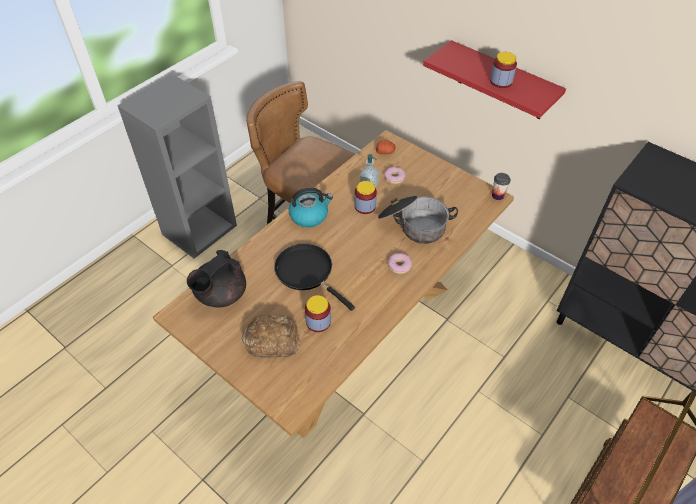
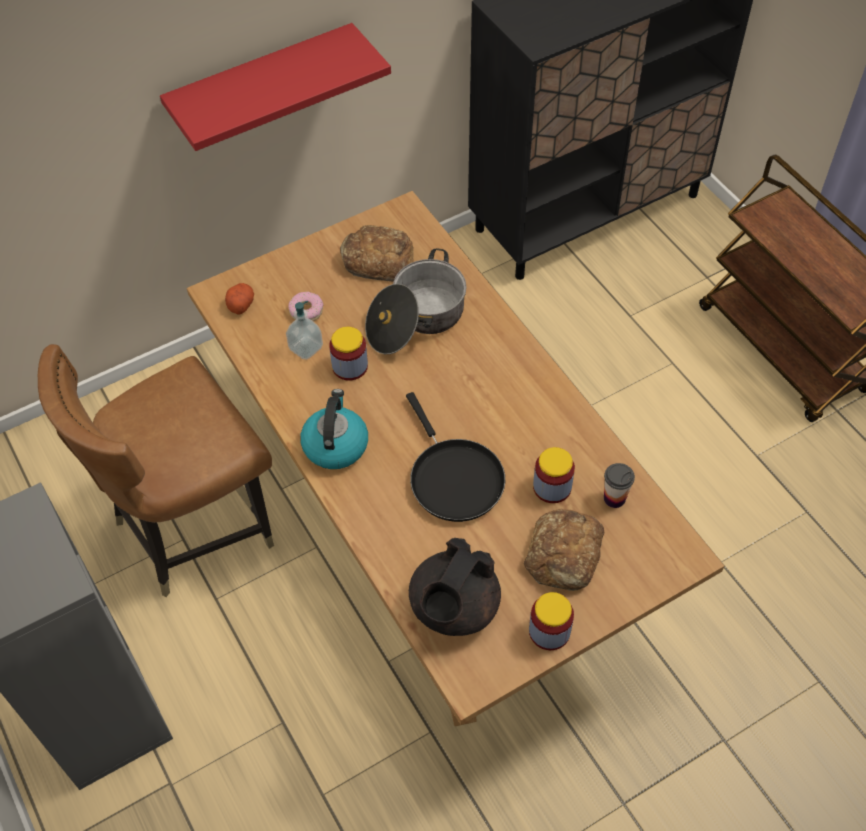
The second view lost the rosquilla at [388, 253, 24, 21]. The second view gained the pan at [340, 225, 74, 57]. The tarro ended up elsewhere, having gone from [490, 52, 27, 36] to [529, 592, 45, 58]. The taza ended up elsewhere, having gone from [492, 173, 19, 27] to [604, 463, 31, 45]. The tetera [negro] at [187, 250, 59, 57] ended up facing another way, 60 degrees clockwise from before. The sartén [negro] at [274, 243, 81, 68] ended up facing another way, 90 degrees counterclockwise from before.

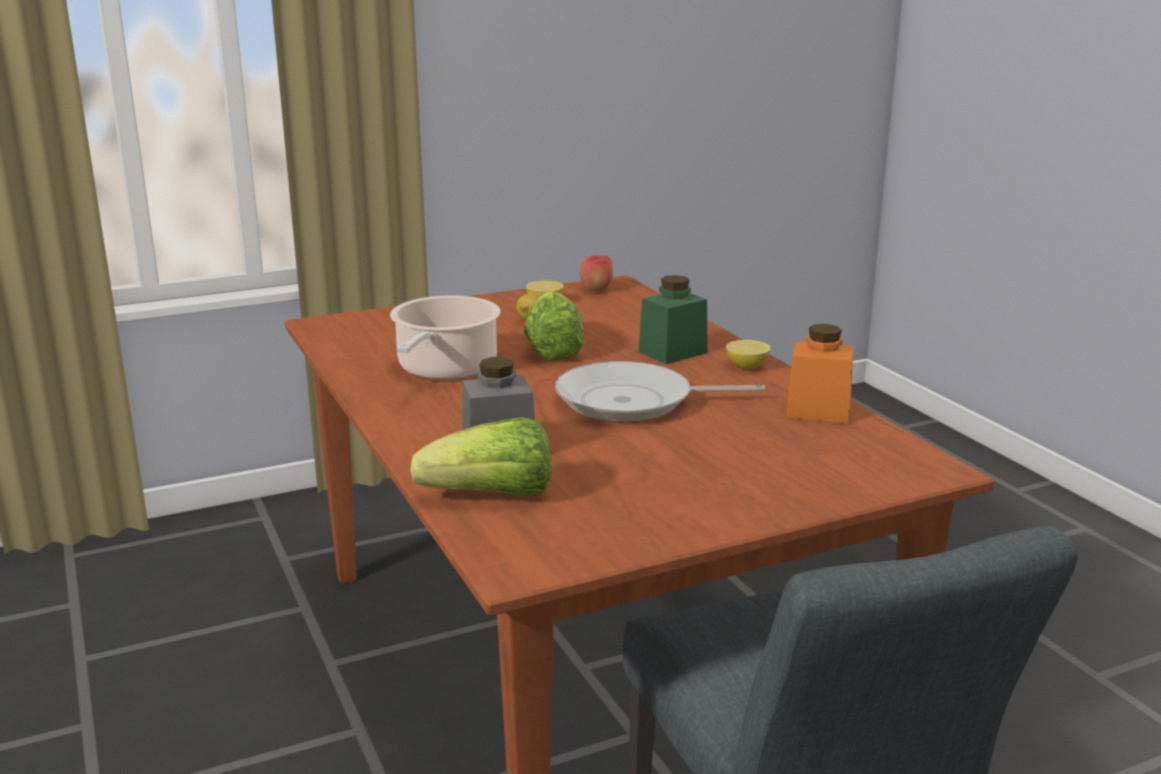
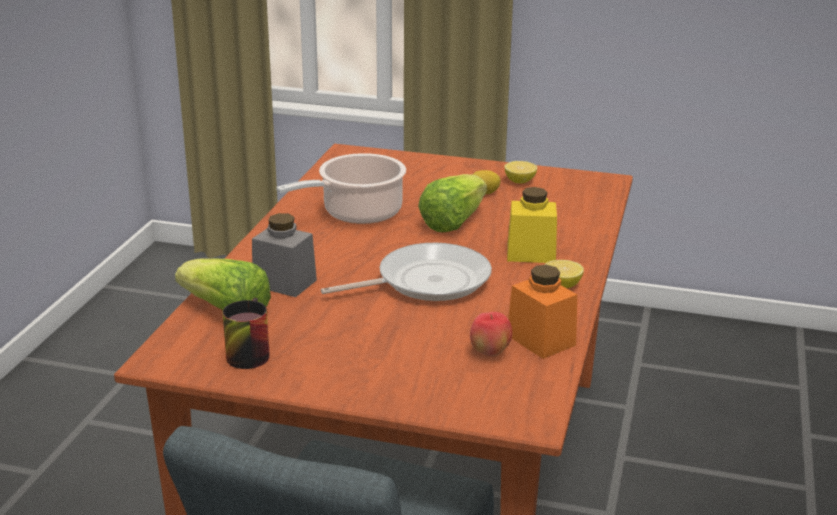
The second view gained the taza grande at [222, 298, 48, 71]. The manzana ended up elsewhere, having gone from [580, 255, 33, 37] to [470, 312, 42, 45]. What was the tarro [verde] at [638, 275, 70, 89] turned into the tarro [amarillo] at [507, 187, 50, 76]. The sartén at [555, 361, 210, 61] ended up facing another way, 120 degrees clockwise from before.

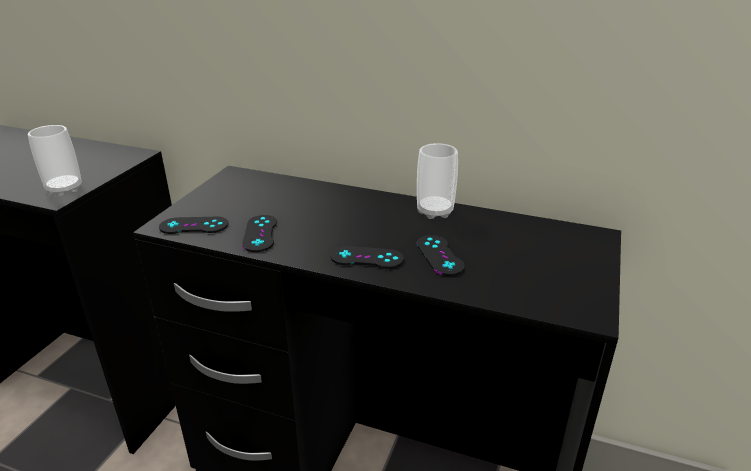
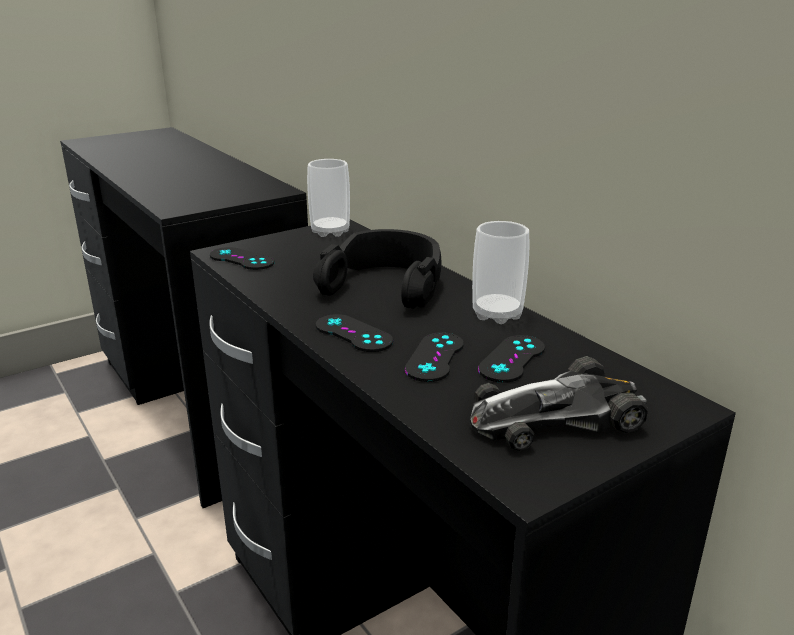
The second view gained the auriculares [negro] at [313, 229, 128, 80]. The second view gained the coche de juguete at [470, 356, 178, 95]. The taza ended up elsewhere, having gone from [28, 125, 54, 71] to [307, 159, 43, 78]. The mando de consola [negro] ended up elsewhere, having gone from [242, 215, 35, 37] to [478, 335, 67, 48].

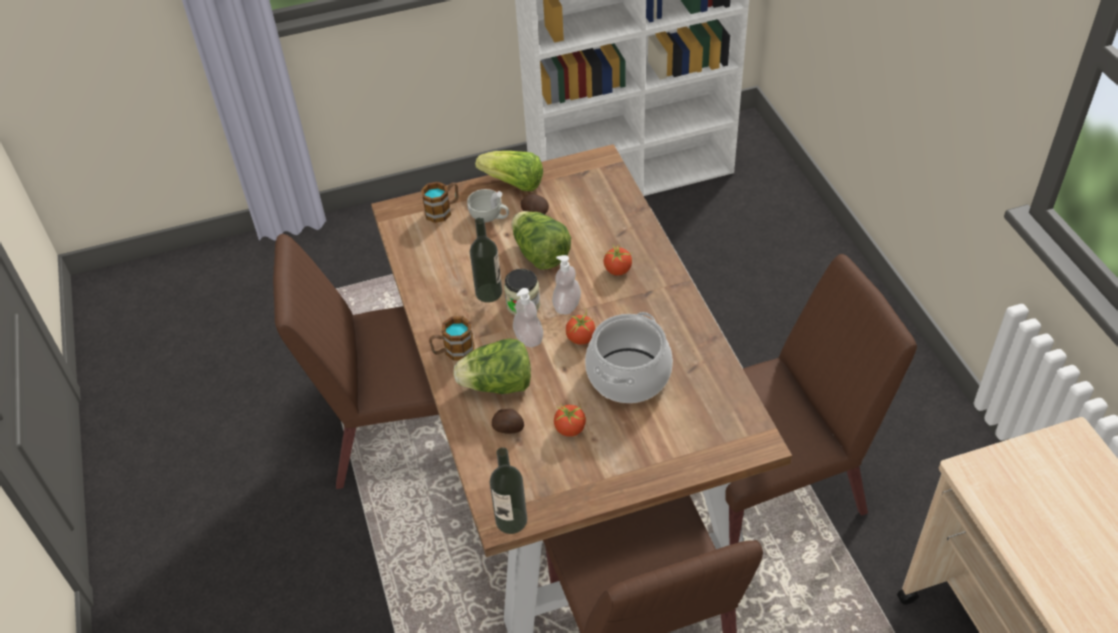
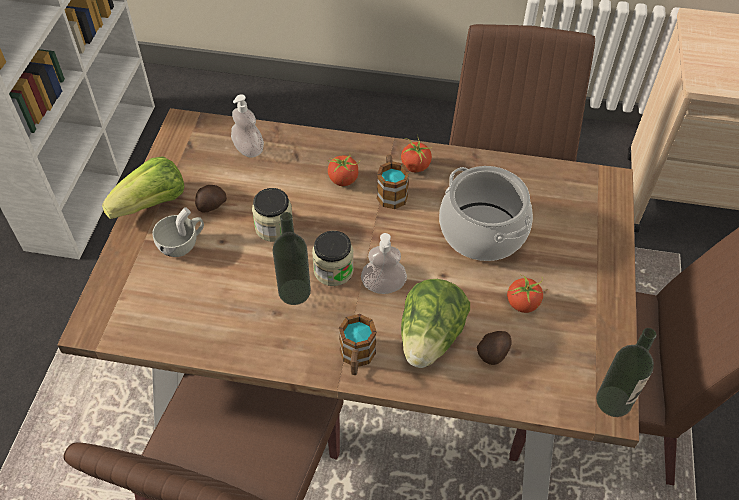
The taza grande ended up elsewhere, having gone from [421, 182, 38, 41] to [377, 155, 33, 54]. The dispensador de jabón ended up elsewhere, having gone from [552, 255, 29, 60] to [231, 94, 33, 64]. The tomate ended up elsewhere, having gone from [566, 308, 29, 37] to [401, 136, 31, 37]. Where the lechuga stood at [512, 211, 59, 59], the tarro came to stand at [252, 188, 41, 54].

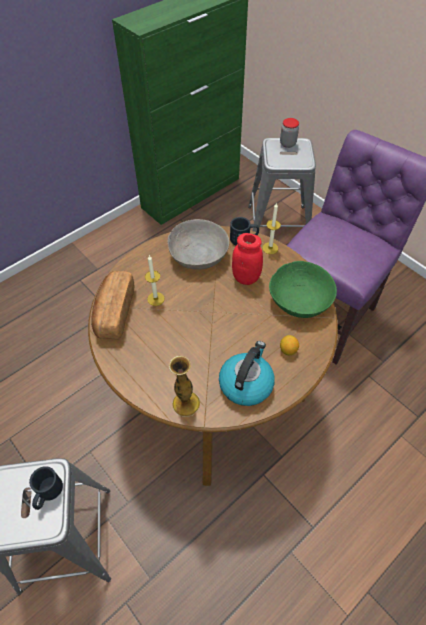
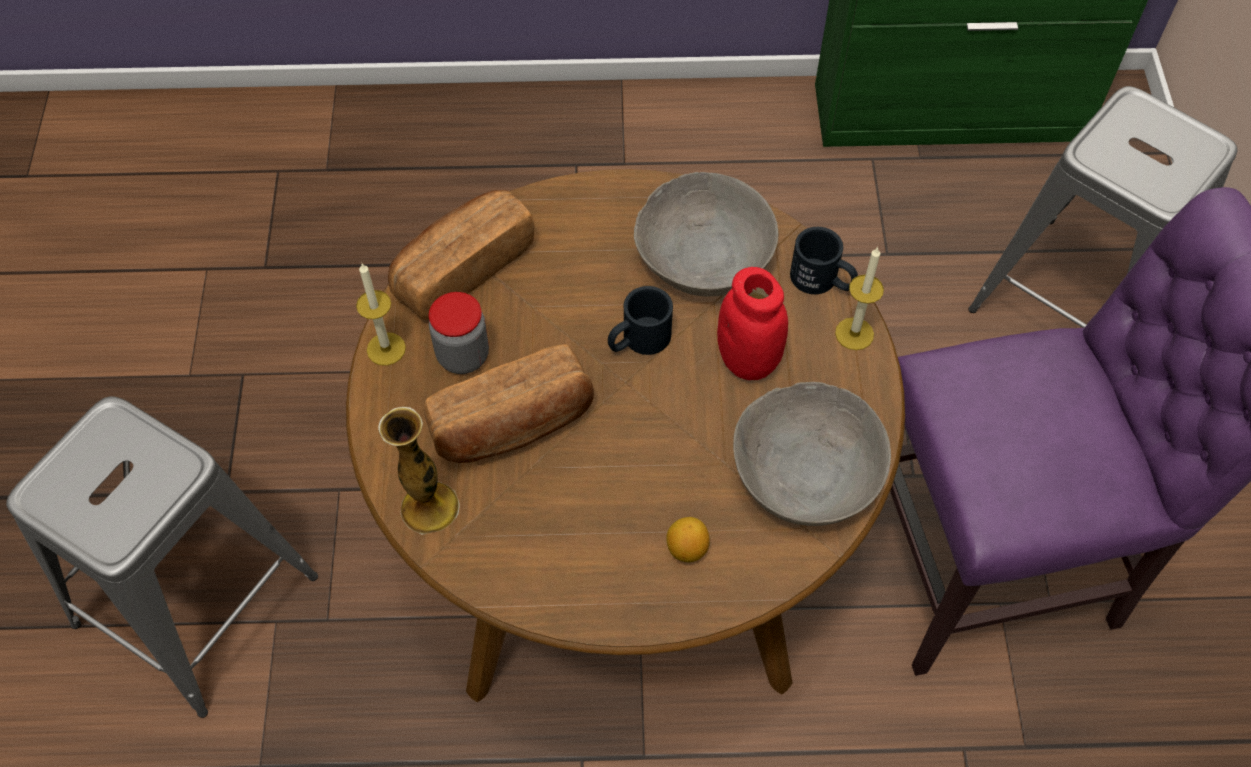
The second view lost the hervidor at [219, 341, 56, 65]. The second view gained the pan at [424, 344, 170, 119]. The taza grande [negro] ended up elsewhere, having gone from [29, 466, 34, 44] to [608, 286, 65, 69]. The vela ended up elsewhere, having gone from [145, 256, 20, 50] to [356, 264, 50, 102]. The tarro ended up elsewhere, having gone from [280, 118, 19, 30] to [429, 292, 60, 82]. What was the cuenco [verde] at [269, 261, 68, 57] turned into the cuenco [gris] at [733, 382, 158, 144].

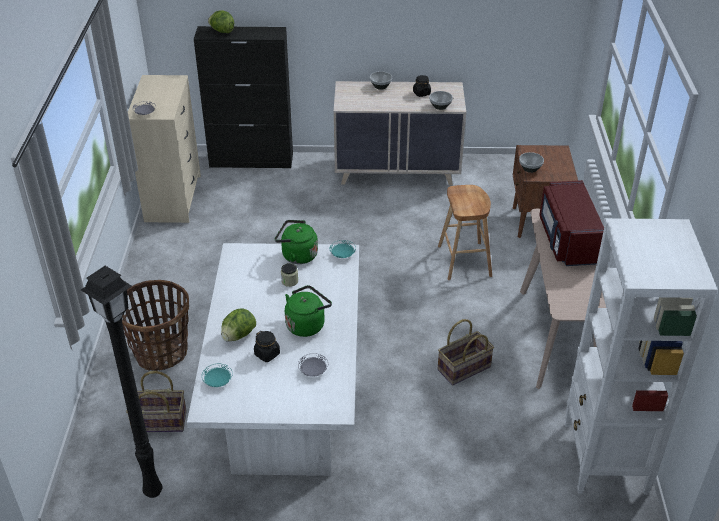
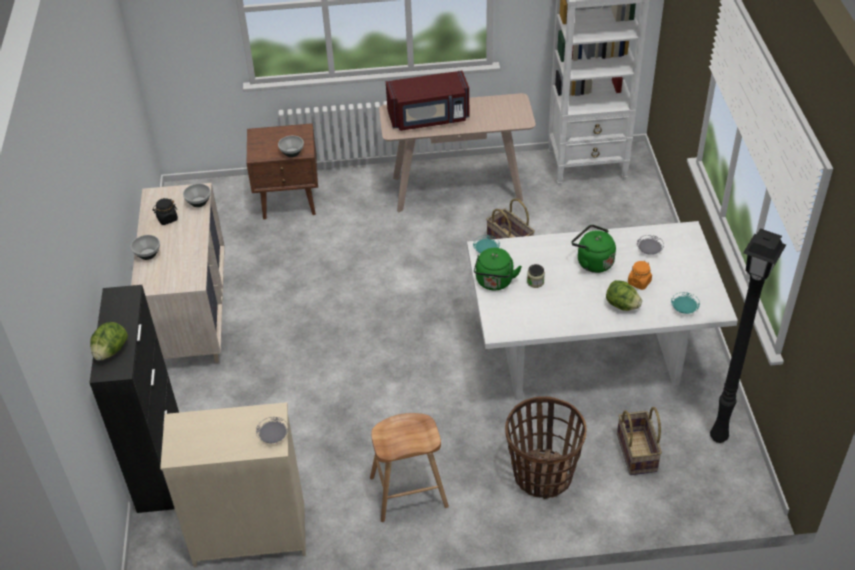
The taburete [marrón] ended up elsewhere, having gone from [438, 185, 54, 95] to [370, 413, 79, 109]. What was the tarro [negro] at [254, 331, 26, 31] turned into the tarro [naranja] at [628, 261, 24, 29].

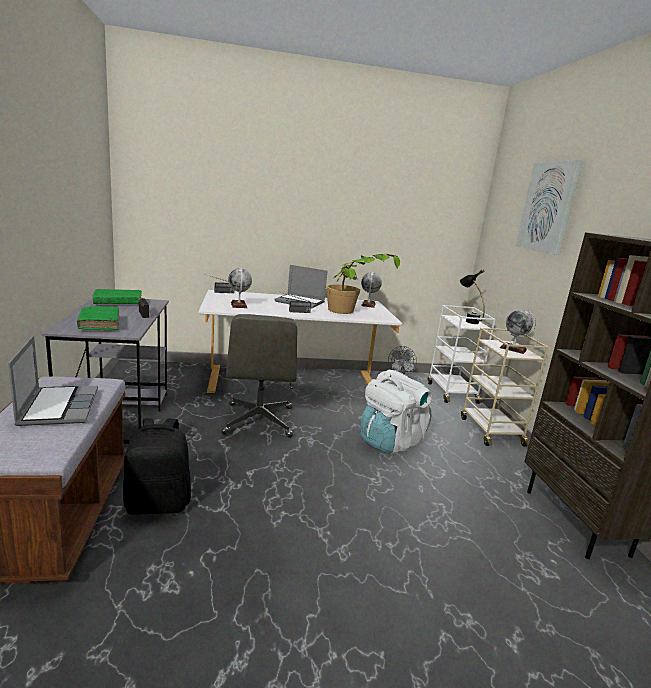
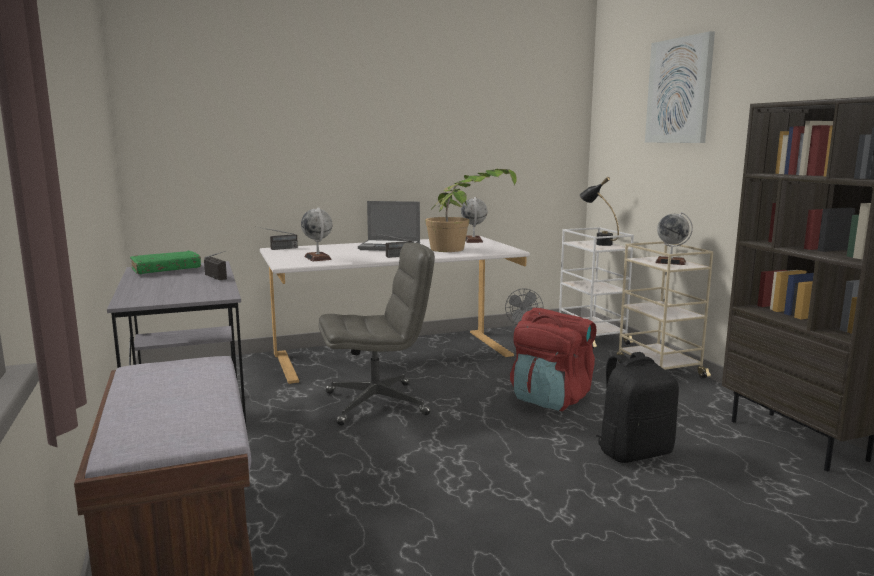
The second view lost the portátil at [8, 336, 90, 90]. The second view lost the libro [verde] at [77, 306, 42, 24]. The mochila [negro] ended up elsewhere, having gone from [123, 418, 68, 97] to [596, 352, 83, 111]. What was the mochila [blanco] at [360, 370, 72, 85] turned into the mochila [rojo] at [510, 308, 86, 103]. The silla de oficina [gris] at [221, 314, 76, 124] ended up facing another way, 90 degrees counterclockwise from before.

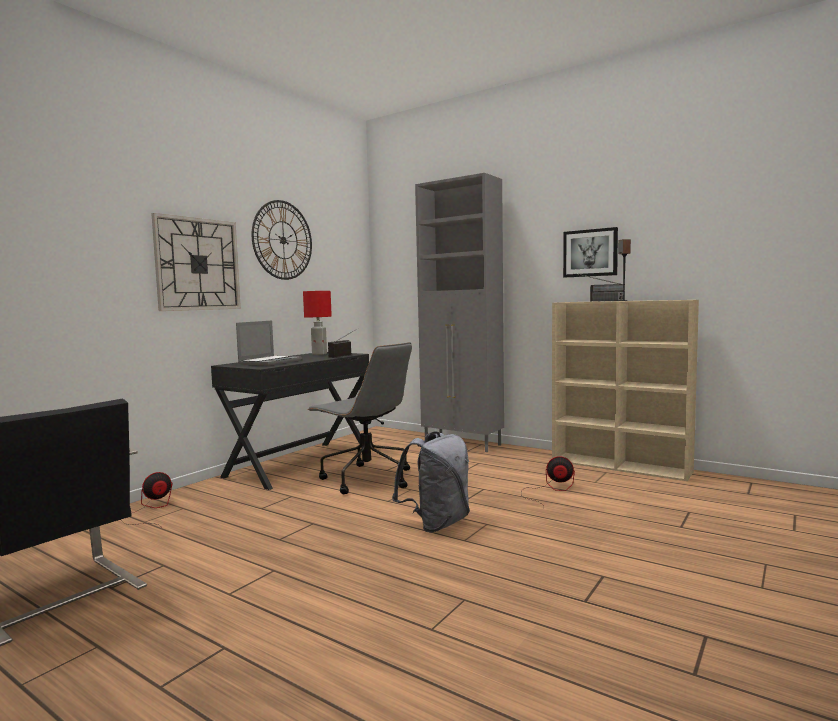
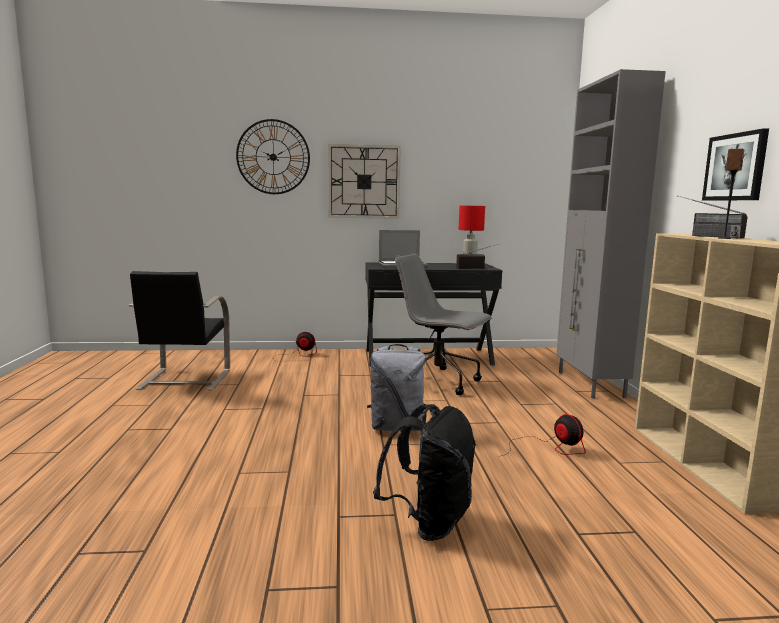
The second view gained the mochila [negro] at [373, 404, 103, 137]. The reloj de pared ended up elsewhere, having gone from [252, 200, 60, 80] to [236, 119, 74, 75]. The silla de oficina [gris] at [307, 342, 105, 152] ended up facing another way, 120 degrees clockwise from before.

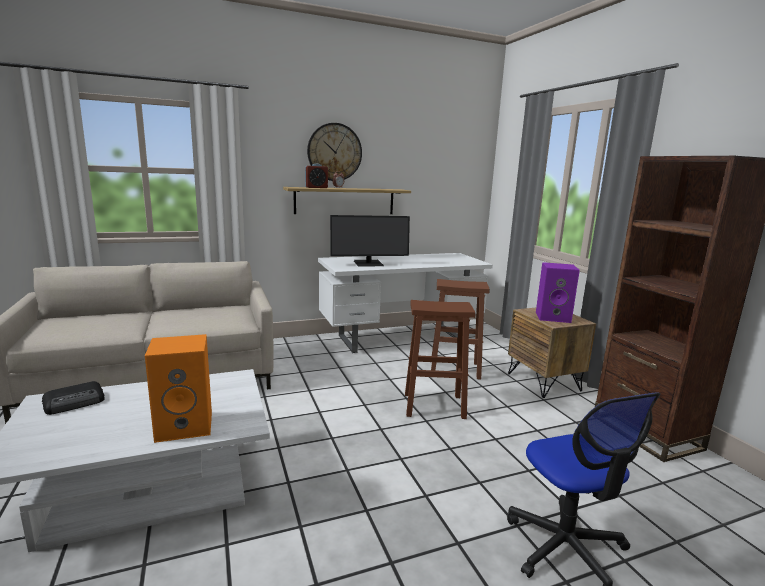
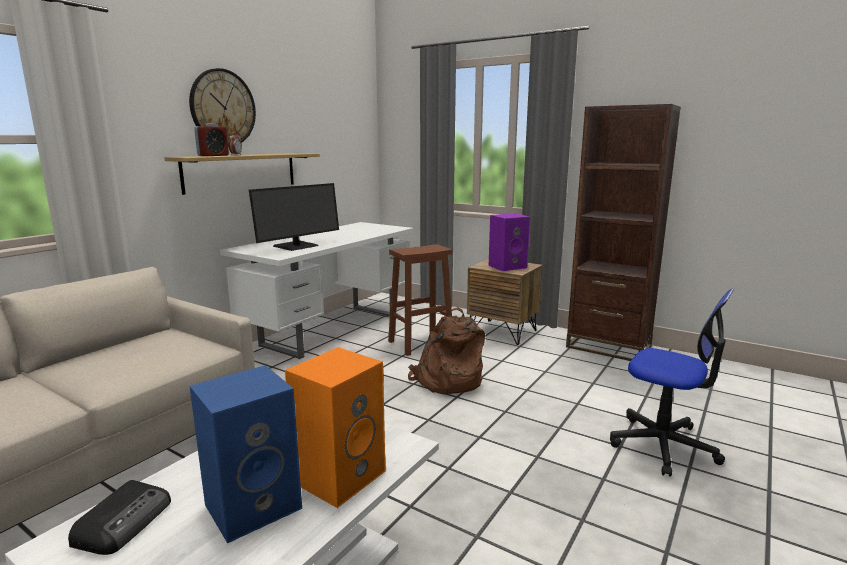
The second view gained the altavoz [azul] at [190, 365, 112, 178]. Where the taburete [marrón] stood at [405, 300, 70, 119], the mochila [marrón] came to stand at [408, 308, 77, 86].

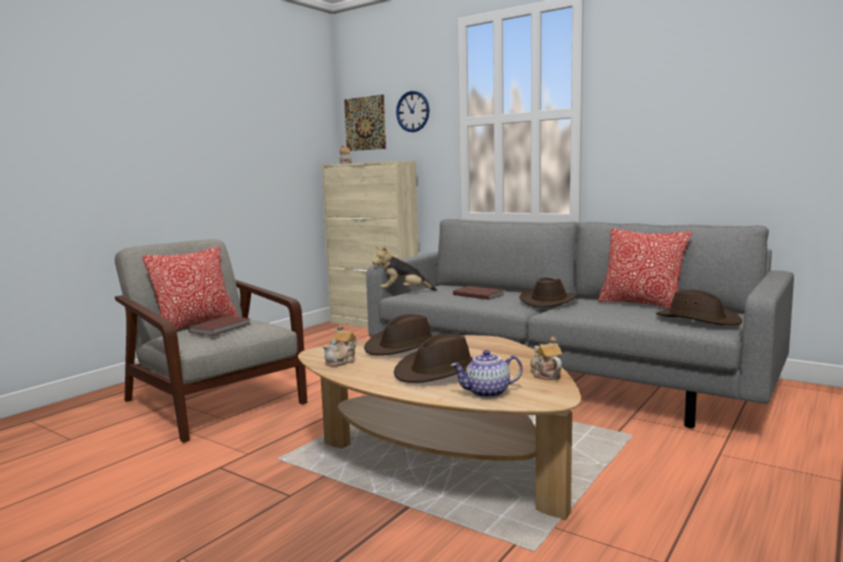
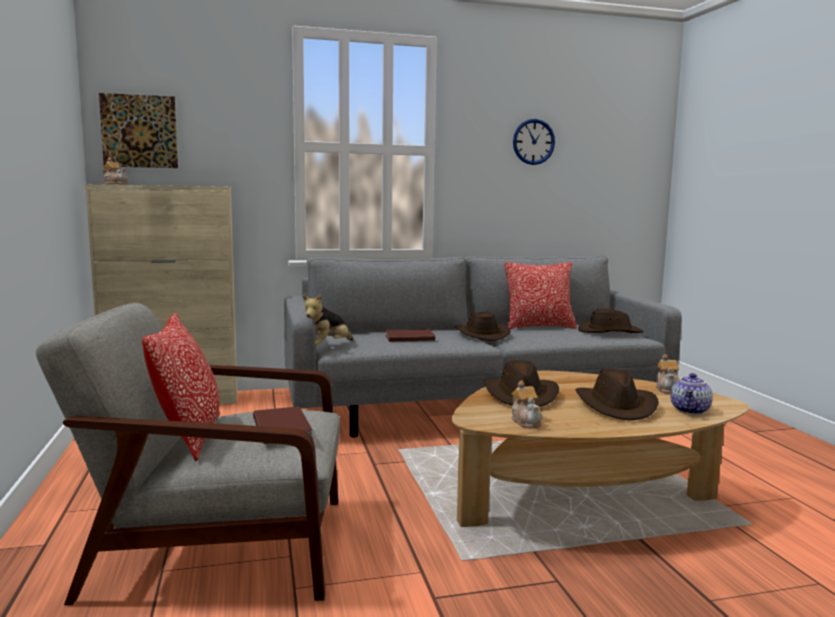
The reloj de pared ended up elsewhere, having gone from [396, 91, 33, 41] to [513, 119, 42, 46]. The tetera at [530, 336, 33, 44] ended up facing another way, 105 degrees counterclockwise from before.

